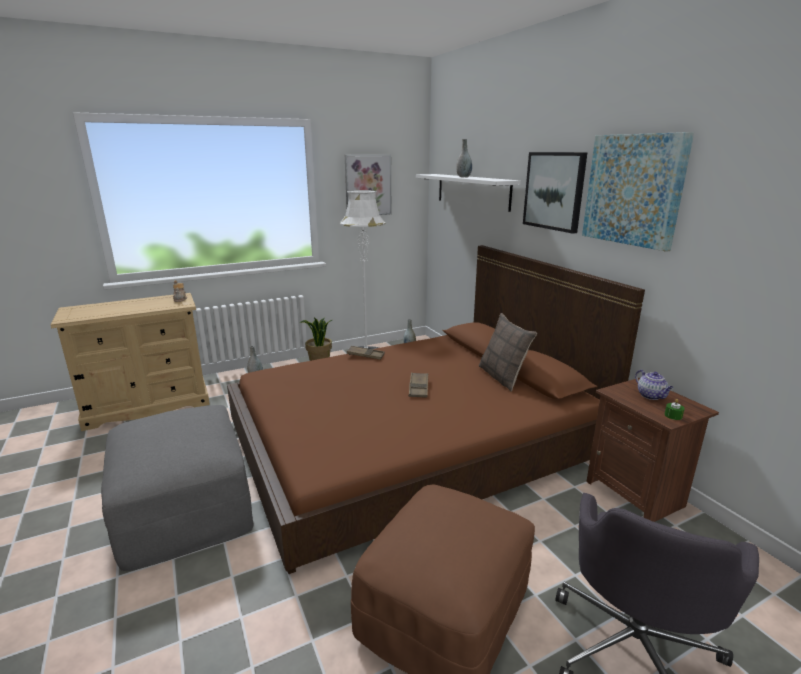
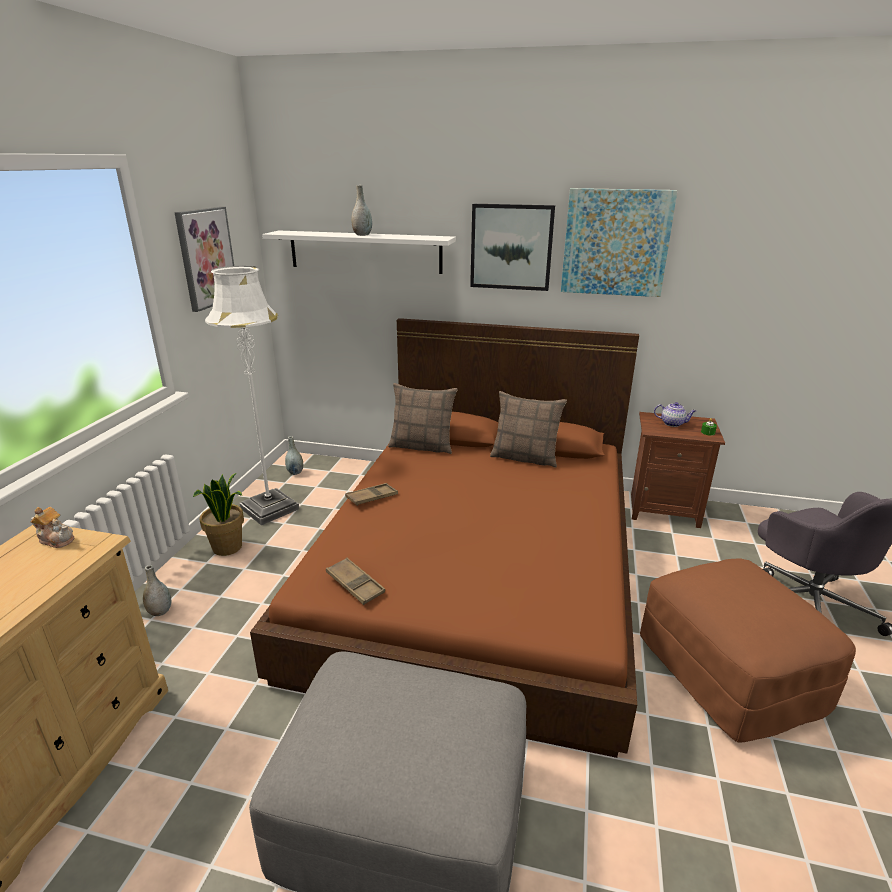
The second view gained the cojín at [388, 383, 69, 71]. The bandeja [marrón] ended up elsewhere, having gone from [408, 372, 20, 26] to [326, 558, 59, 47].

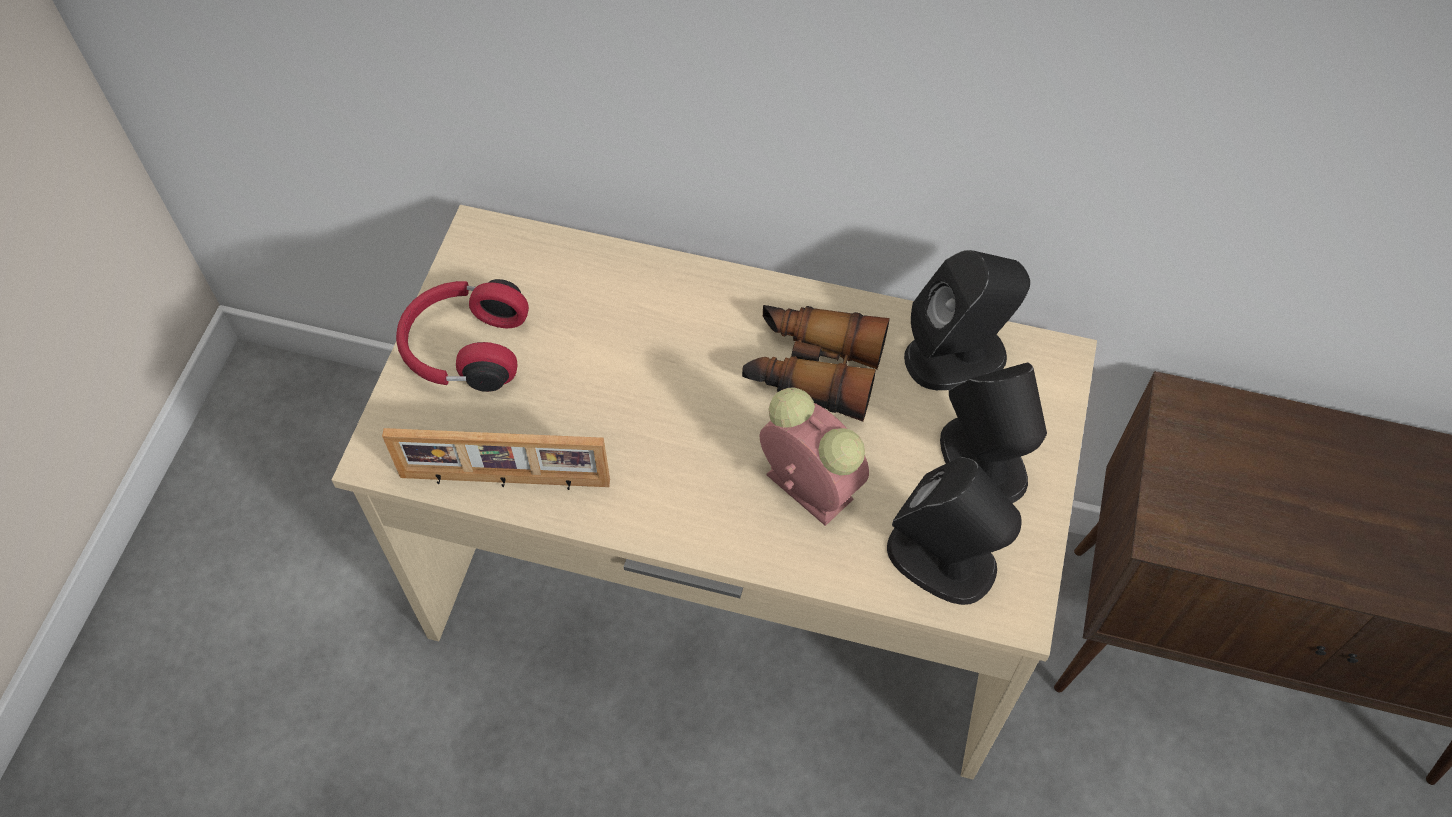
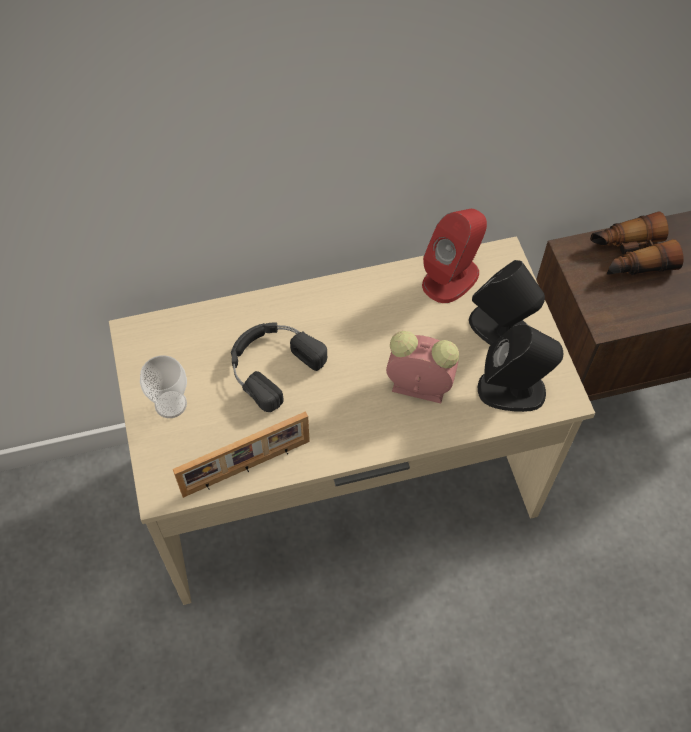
The second view gained the auriculares [negro] at [231, 322, 96, 90]. The prismáticos ended up elsewhere, having gone from [742, 305, 148, 117] to [590, 211, 94, 64]. Where the auriculares [rojo] stood at [396, 279, 133, 113], the taza came to stand at [140, 355, 47, 63]. What was the altavoz [negro] at [904, 250, 126, 140] turned into the altavoz [rojo] at [422, 209, 65, 94].

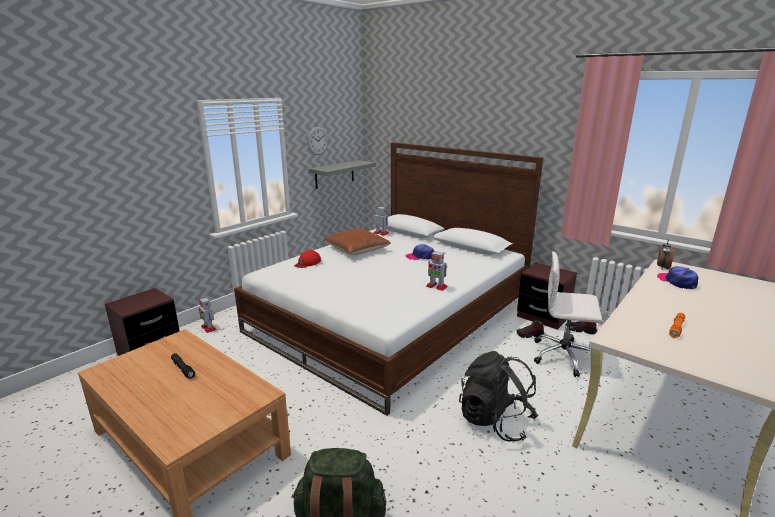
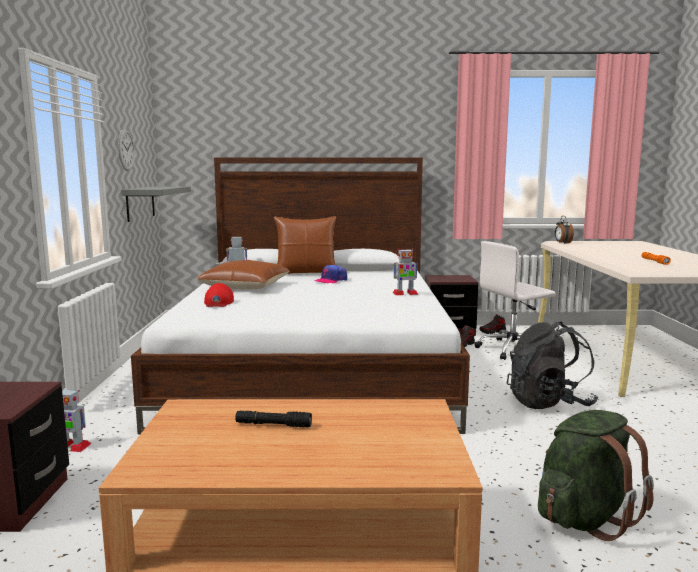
The second view lost the gorra at [657, 266, 41, 23]. The second view gained the cojín [marrón] at [274, 216, 62, 58].

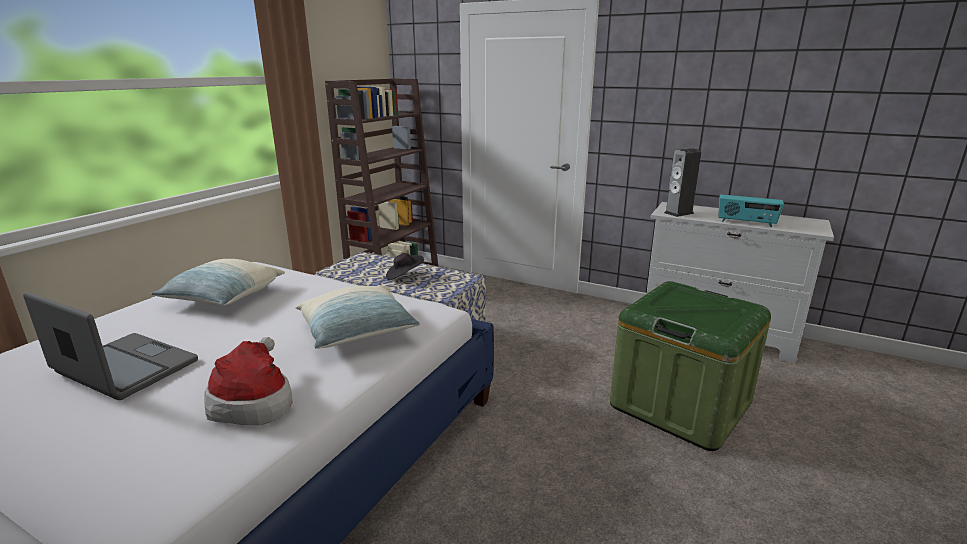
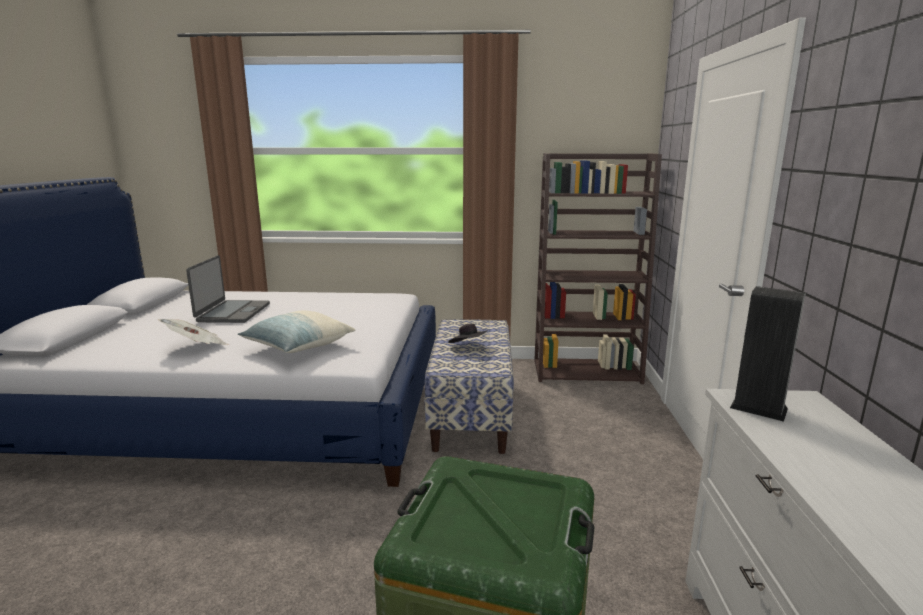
The second view lost the cojín at [151, 259, 134, 47]. The second view lost the radio at [718, 195, 66, 32]. Where the sombrero stood at [204, 337, 88, 89], the periódico came to stand at [157, 319, 72, 26].

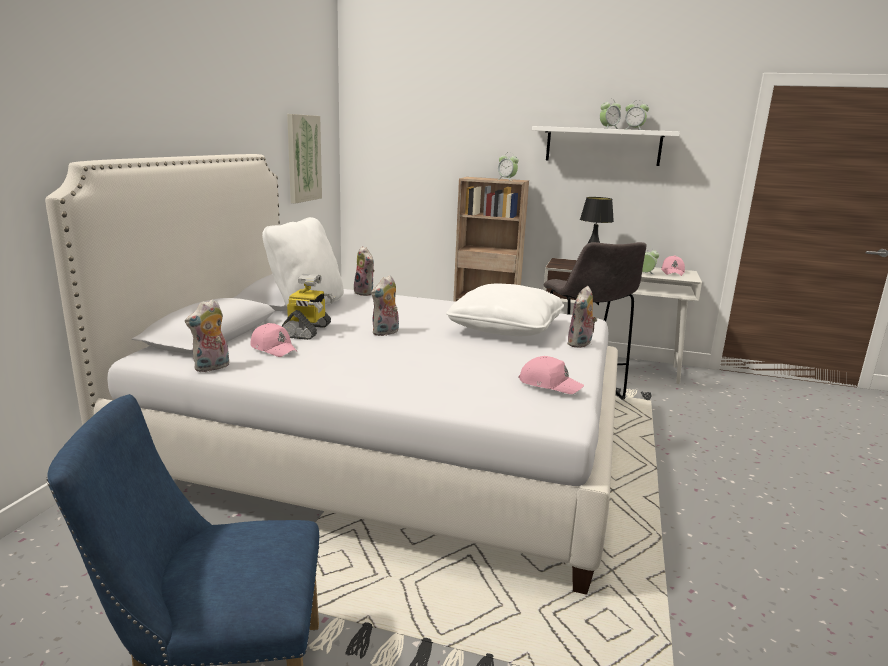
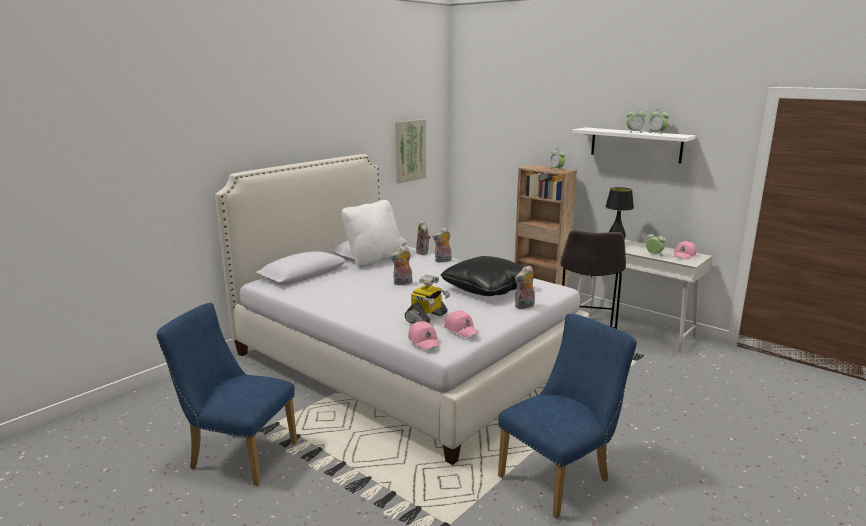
The second view gained the silla [azul] at [498, 314, 139, 205]. The peluche ended up elsewhere, having gone from [185, 299, 44, 73] to [433, 227, 19, 36]. The gorra [rosa] ended up elsewhere, having gone from [251, 323, 46, 34] to [408, 321, 31, 29]. The robot de juguete ended up elsewhere, having gone from [282, 274, 53, 66] to [405, 275, 45, 49]. What was the cojín [blanco] at [446, 284, 118, 52] turned into the cojín [negro] at [441, 256, 94, 40].

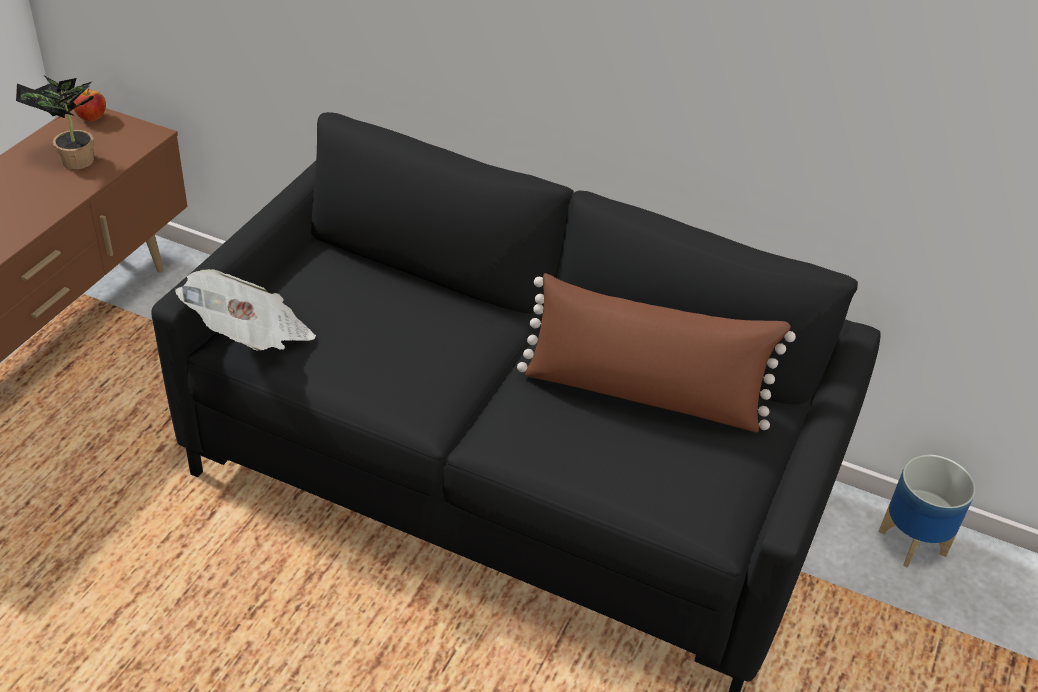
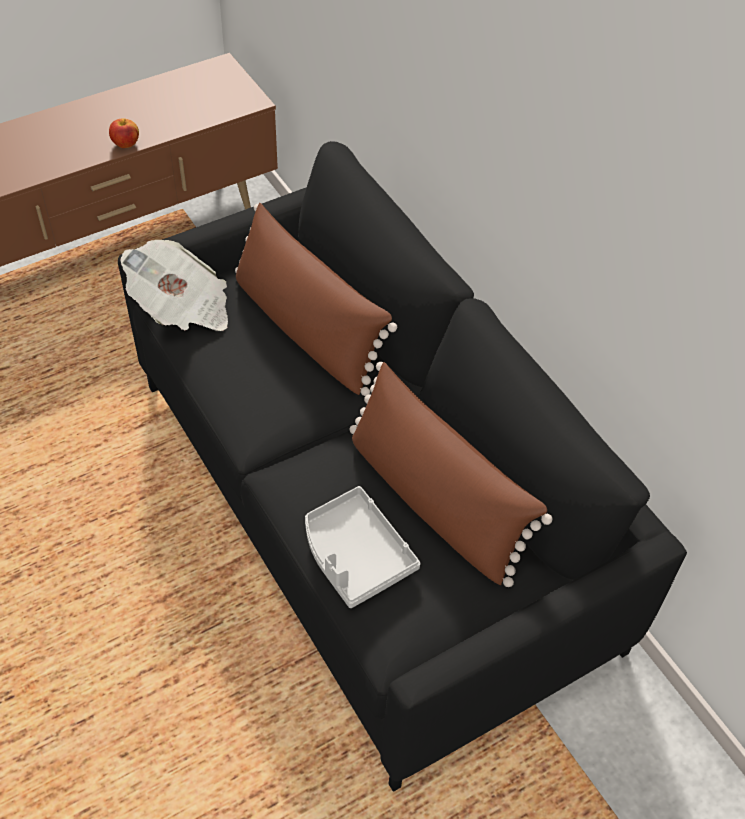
The second view lost the planta en maceta at [16, 76, 84, 93]. The second view lost the maceta at [879, 455, 97, 113]. The second view gained the cojín [marrón] at [235, 203, 162, 193]. The second view gained the bandeja [gris] at [305, 486, 116, 122]. The manzana ended up elsewhere, having gone from [73, 88, 33, 33] to [109, 119, 30, 29].

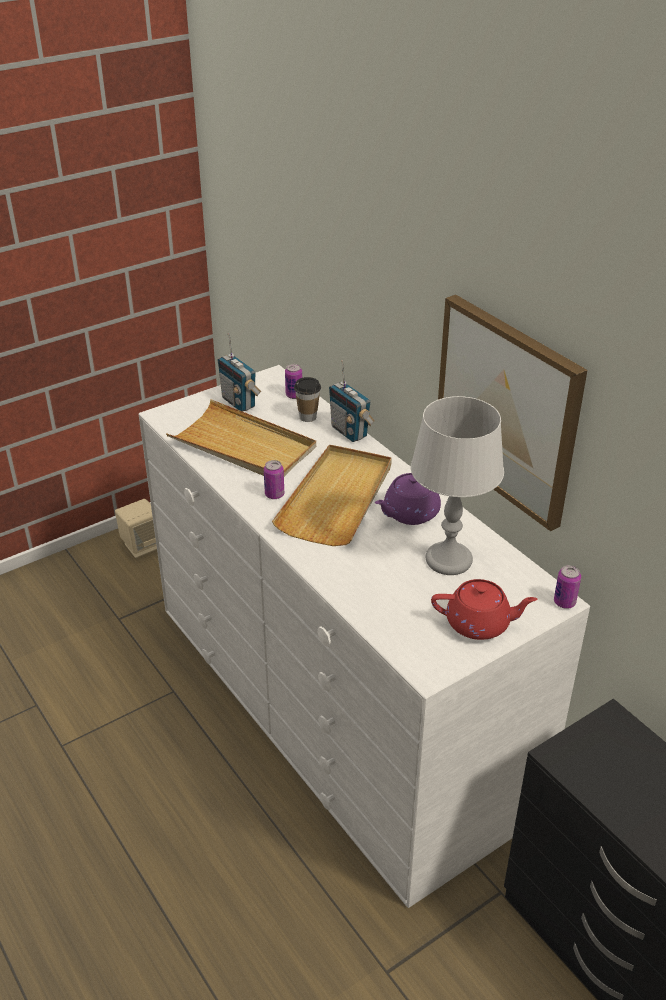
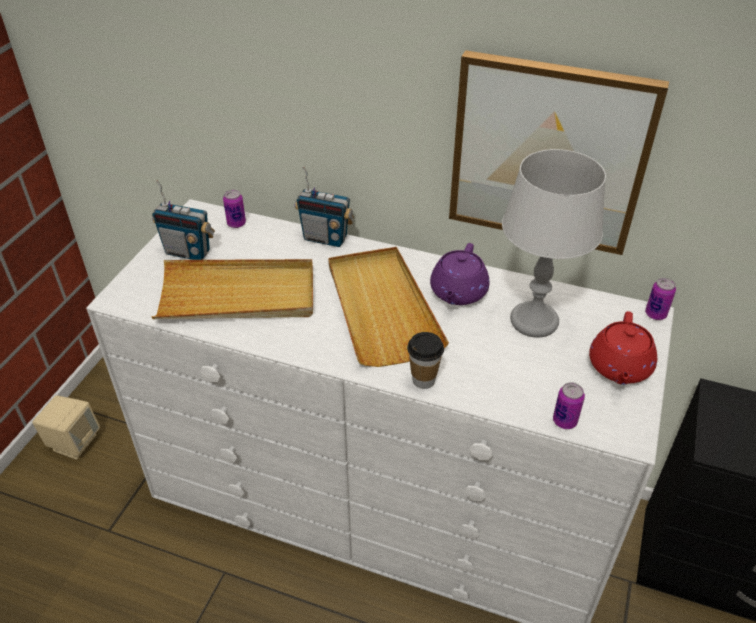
The lata ended up elsewhere, having gone from [264, 460, 20, 39] to [553, 382, 32, 47]. The taza ended up elsewhere, having gone from [294, 377, 27, 45] to [407, 332, 37, 57]. The tetera [rojo] at [431, 579, 106, 61] ended up facing another way, 135 degrees clockwise from before.

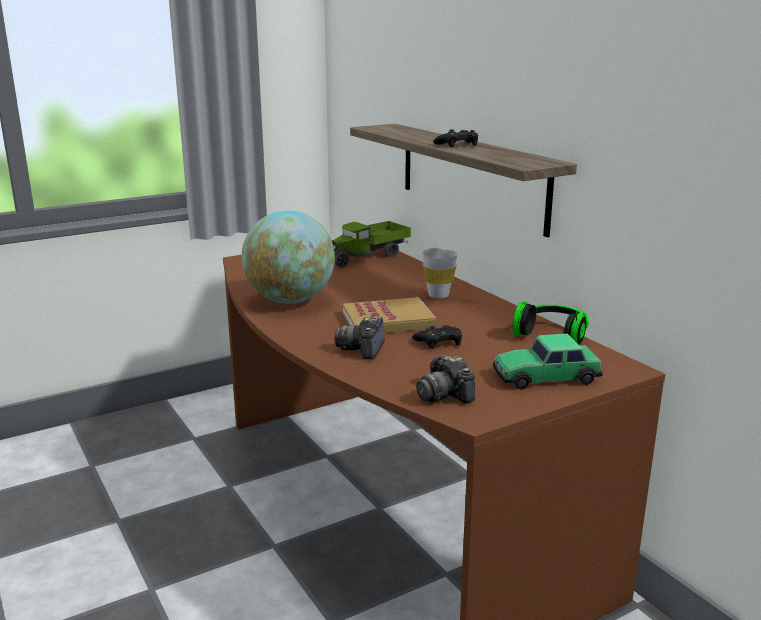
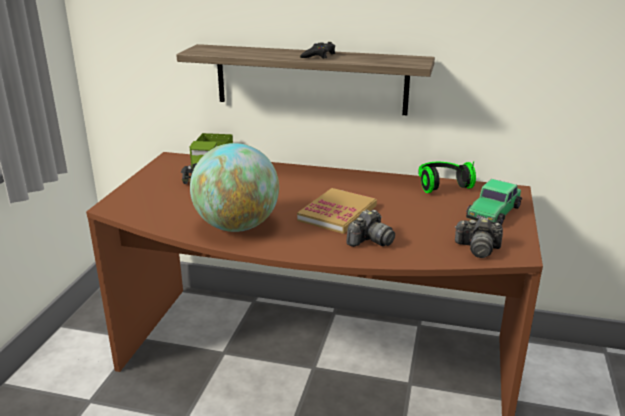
The second view lost the mando de consola [negro] at [412, 325, 50, 24]. The second view lost the taza [blanco] at [421, 248, 37, 51]. The cámara at [334, 316, 51, 43] ended up facing another way, 105 degrees counterclockwise from before.

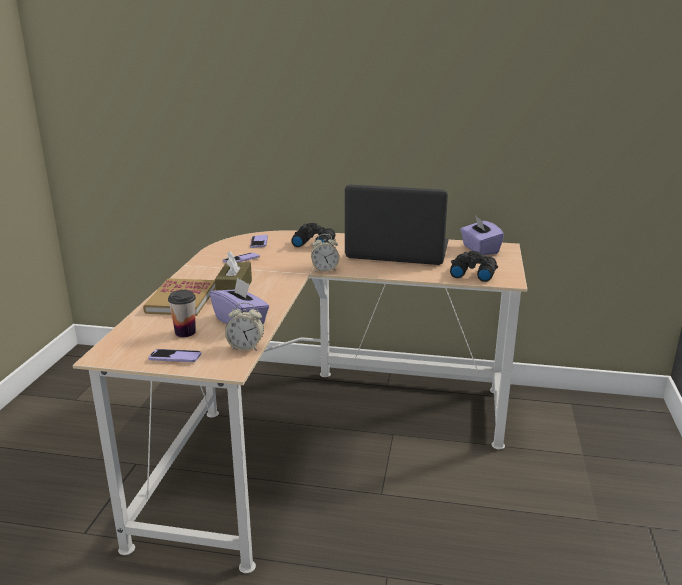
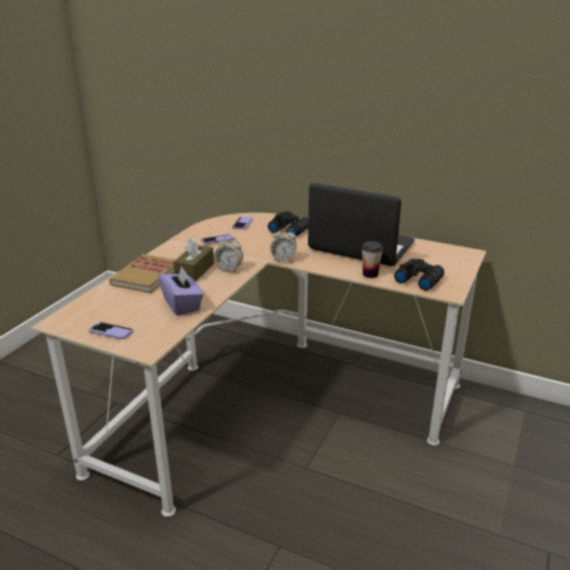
The second view lost the caja de pañuelos [morado] at [460, 216, 44, 39]. The taza ended up elsewhere, having gone from [168, 290, 28, 47] to [362, 241, 21, 37]. The despertador ended up elsewhere, having gone from [225, 303, 39, 48] to [214, 236, 29, 36].

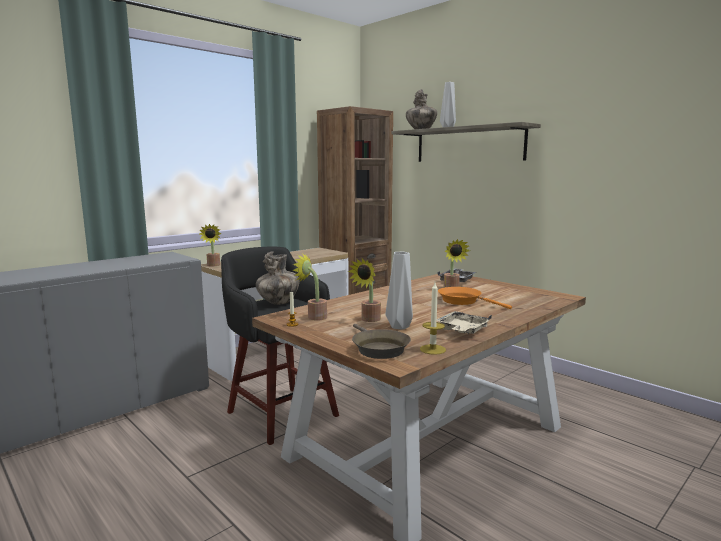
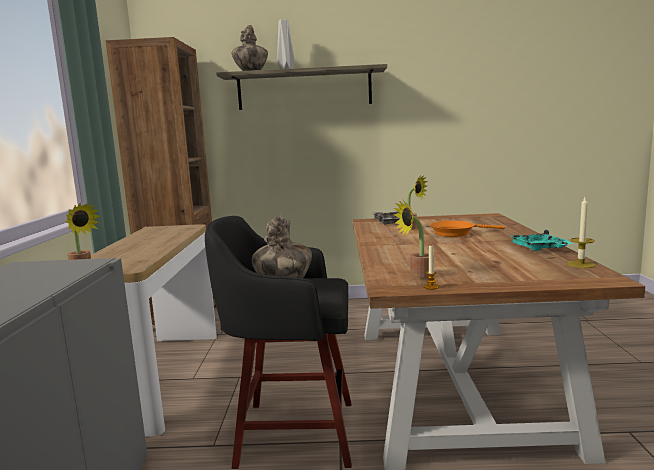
The second view lost the planta en maceta at [348, 259, 33, 63]. The second view lost the sartén [marrón] at [352, 324, 59, 35]. The second view lost the florero [gris] at [386, 252, 27, 78]. What was the bandeja [beis] at [437, 311, 55, 23] turned into the bandeja [turquesa] at [511, 230, 62, 21].

